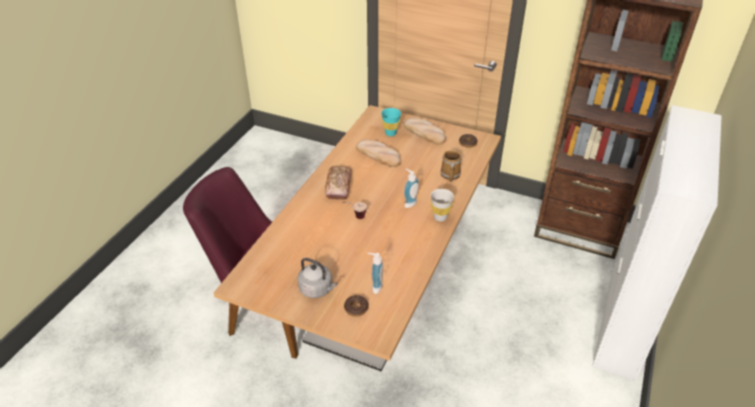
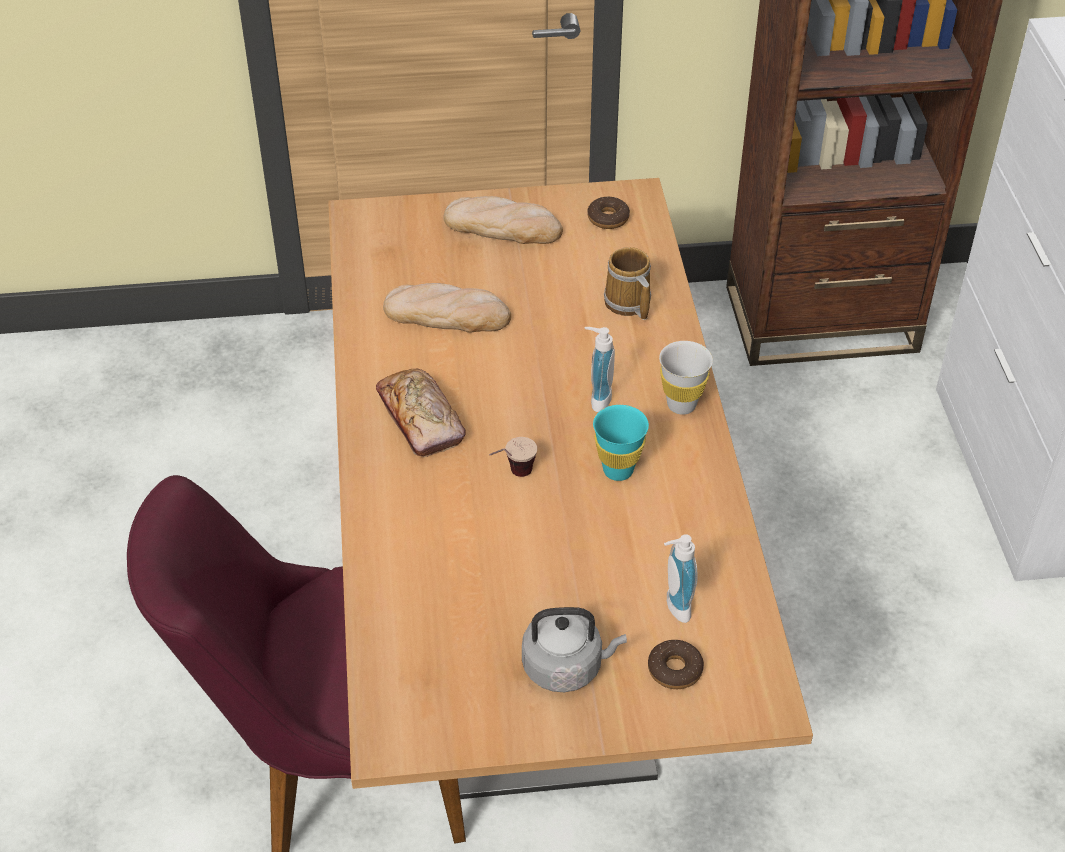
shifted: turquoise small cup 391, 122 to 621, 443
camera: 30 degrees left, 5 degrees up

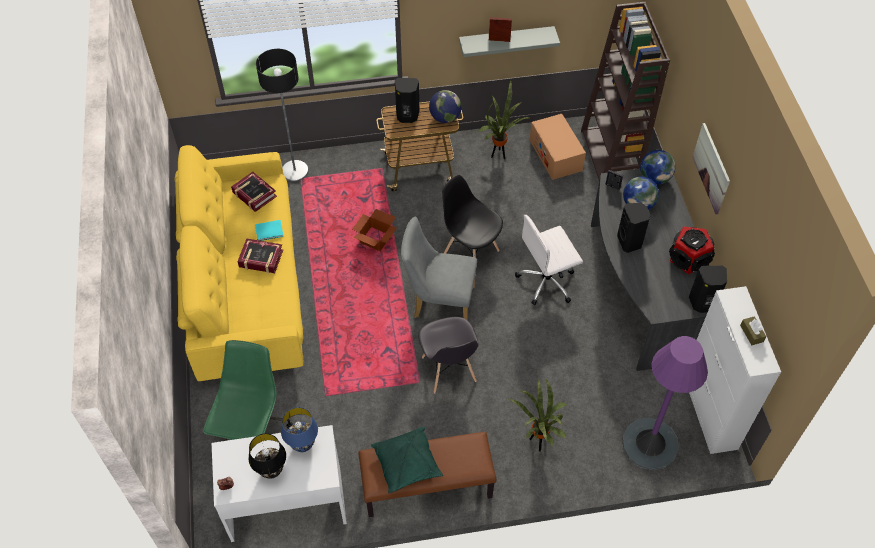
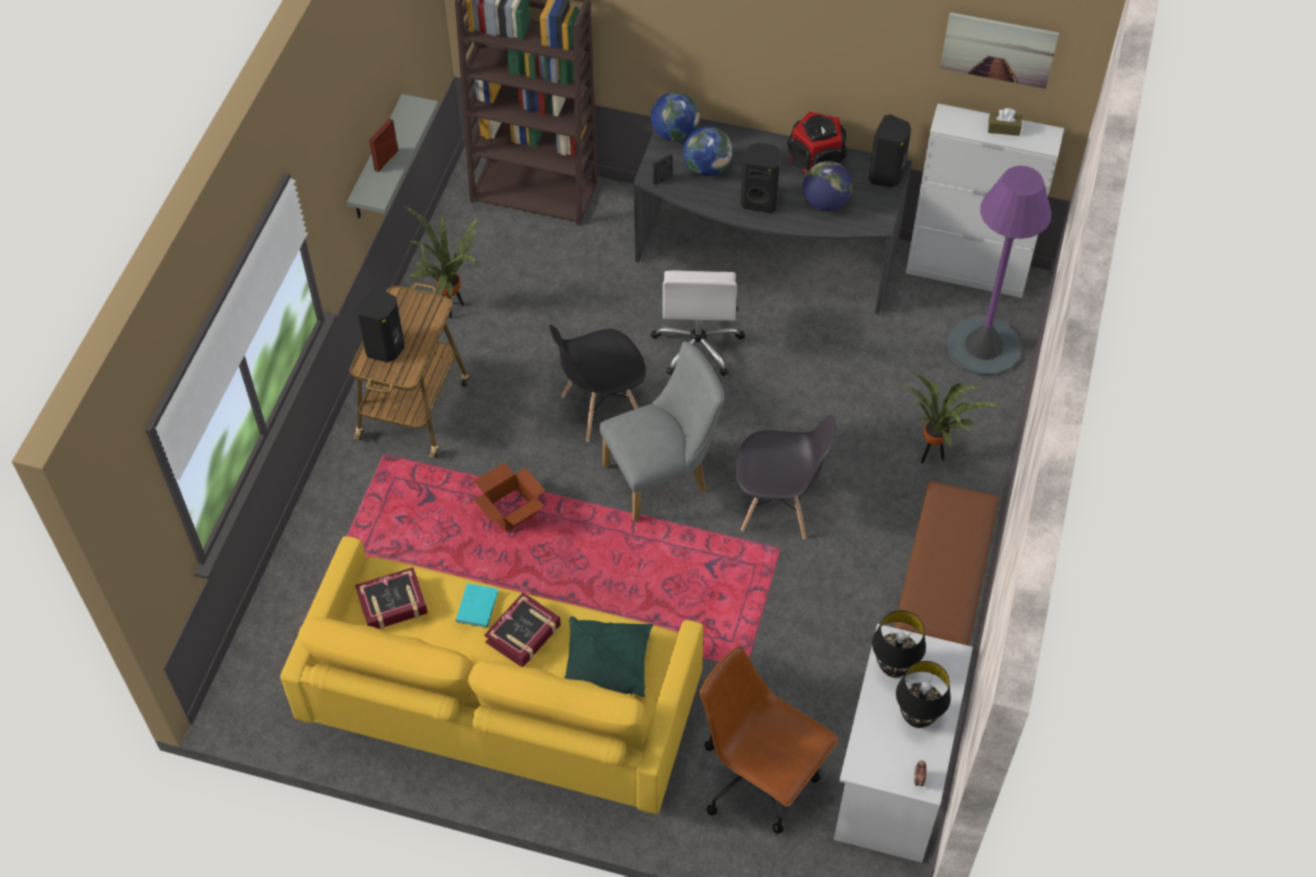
gone: standing lamp 282, 115; carton 558, 147
shifted: greenish throw pillow 407, 460 to 608, 656; globe 445, 106 to 827, 186; picture 711, 168 to 999, 50
repainted: greenish office chair 248, 390 to brown-coloured office chair 769, 740; blue-coloured table lamp 299, 429 to black table lamp 899, 643
rotated: grey plain chair 439, 268 = 661, 431 150 degrees counterclockwise
camera: 65 degrees left, 0 degrees up

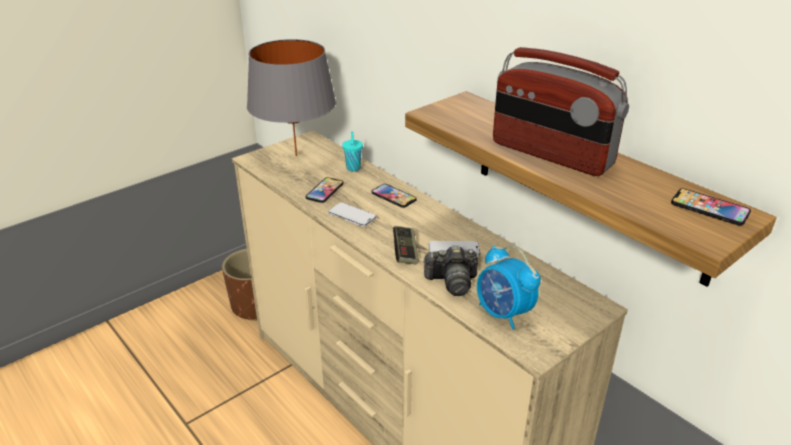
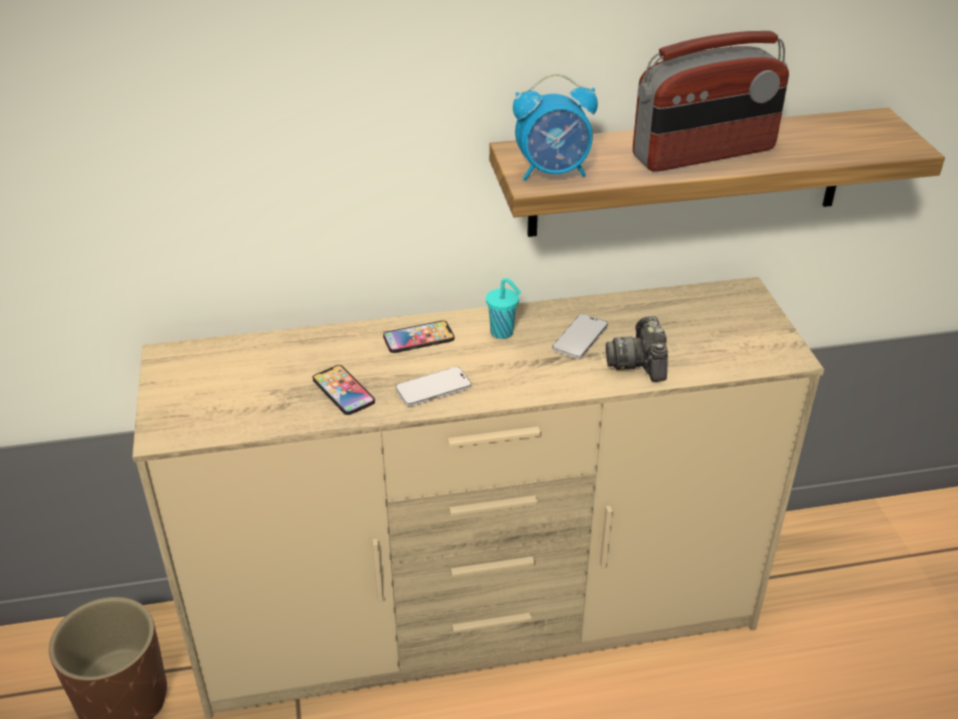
gone: grey table lamp 291, 97; gamepad 406, 245; phone 711, 207
shifted: turquoise small cup 352, 151 to 503, 308; bedside clock 509, 288 to 555, 127
rotated: photo camera 450, 270 = 637, 349 150 degrees clockwise
camera: 60 degrees left, 5 degrees up

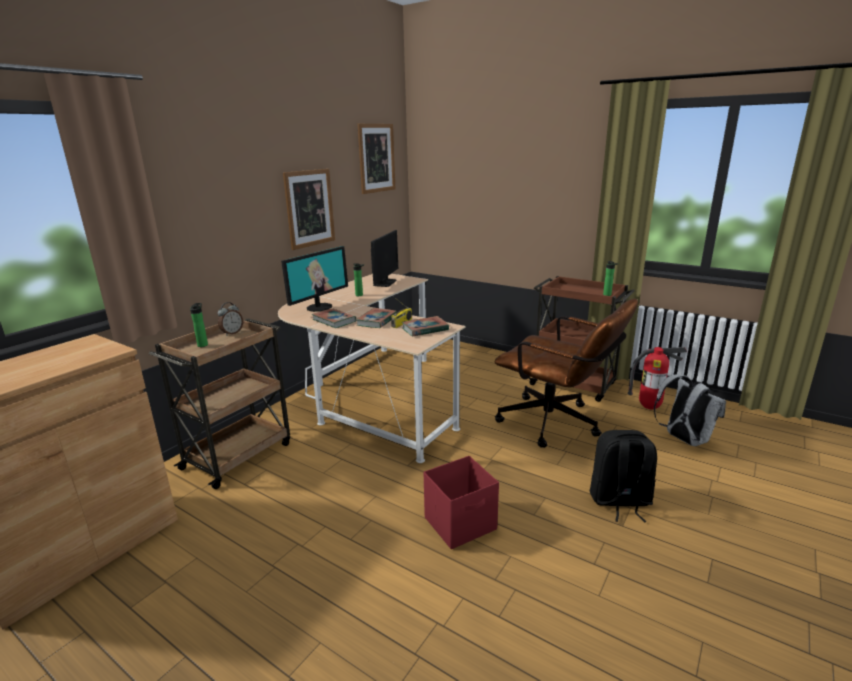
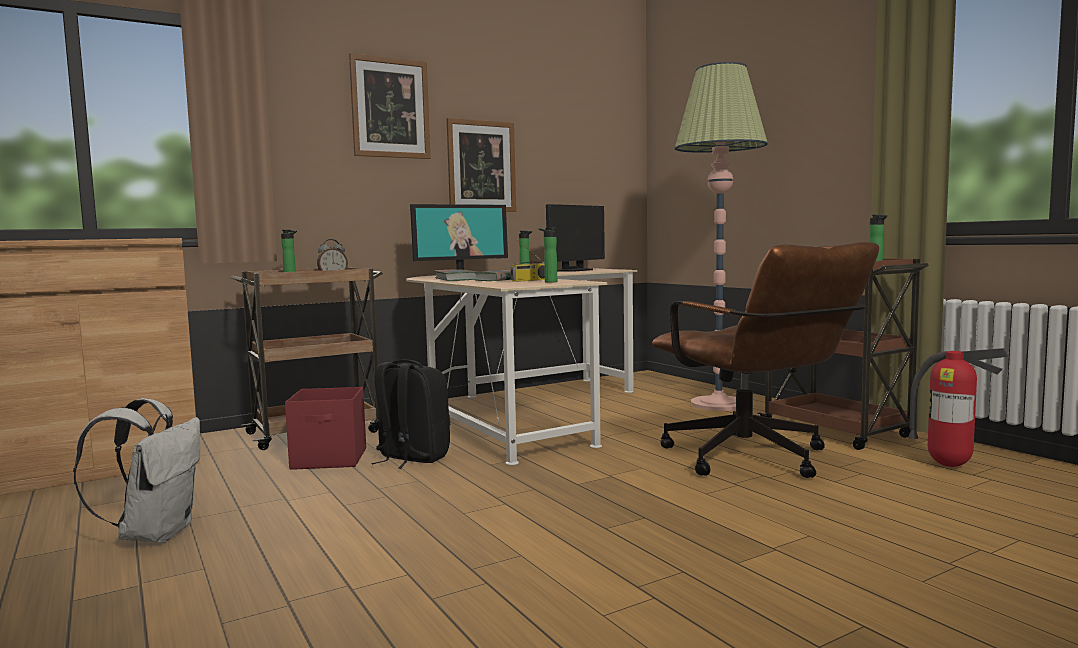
new: standing lamp 721, 236
shifted: white knapsack 690, 410 to 136, 470; red-coloured storage box 461, 502 to 325, 428; picture 376, 159 to 390, 106; black knapsack 623, 476 to 410, 414
swapped: book 425, 326 to beverage bottle 548, 255
camera: 25 degrees right, 15 degrees down

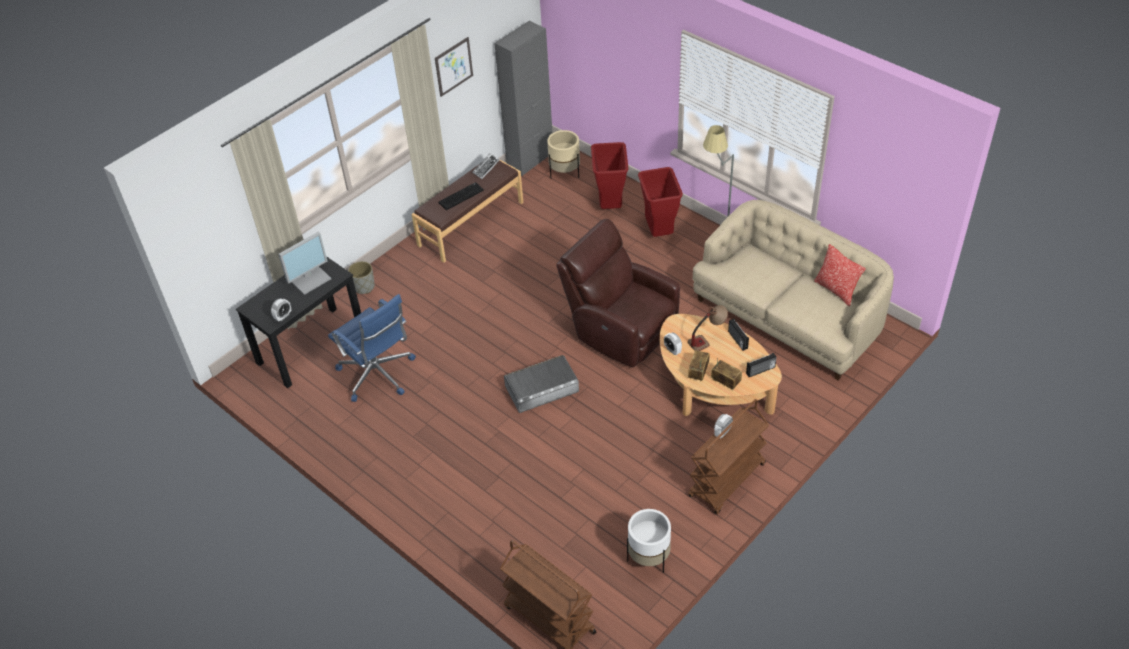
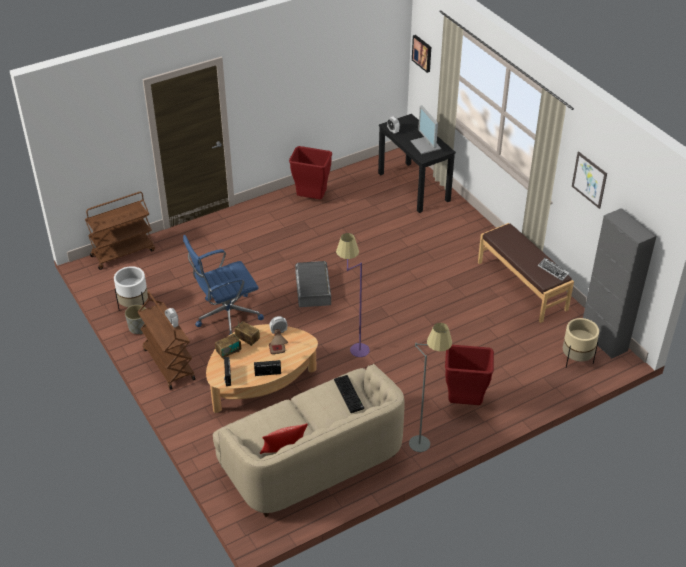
new: picture 421, 54
shifted: grey flower pot 361, 277 to 135, 319; blue-coloured office chair 372, 348 to 223, 285; red-coloured rubbish bin 610, 175 to 310, 172; computer keyboard 461, 196 to 349, 394
swapped: brown-coloured easy chair 618, 293 to purplish standing lamp 353, 295
camera: 105 degrees right, 5 degrees down

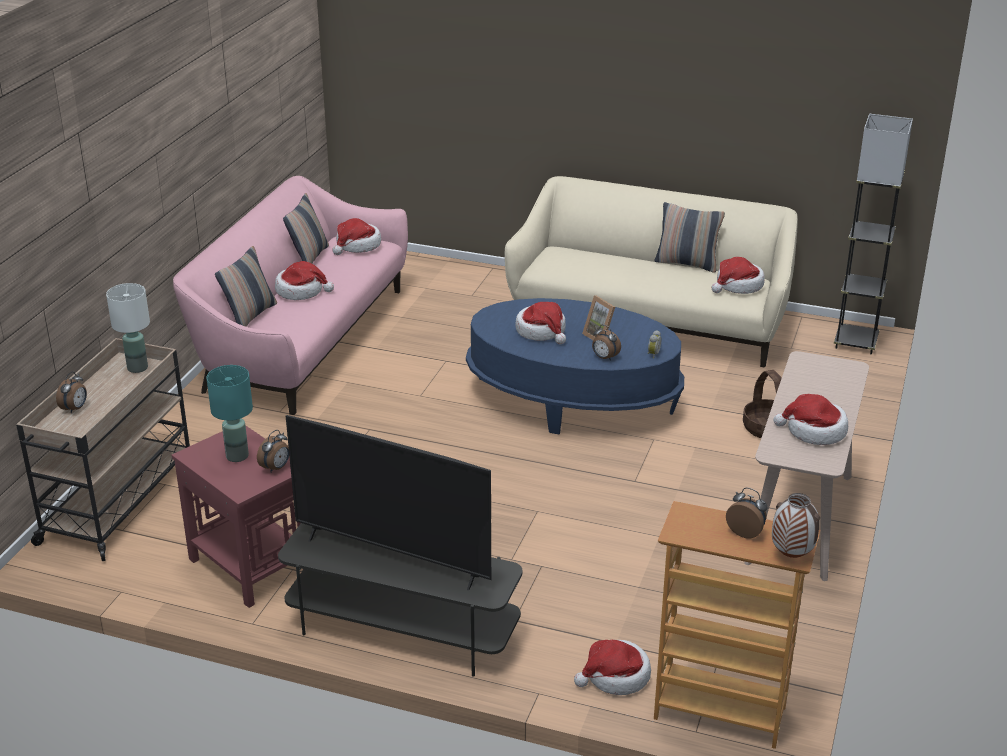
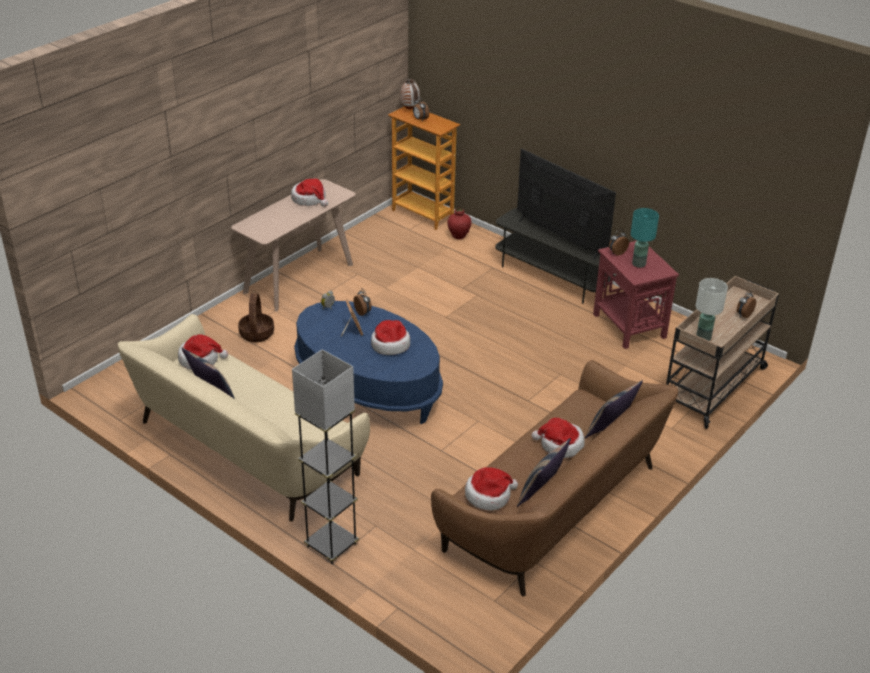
shifted: grey standing lamp 873, 234 to 325, 456
swapped: clothing hat 612, 667 to red-coloured vase 459, 223
repainted: pinkish couch 290, 295 to brown-coloured couch 554, 478
camera: 160 degrees left, 5 degrees up

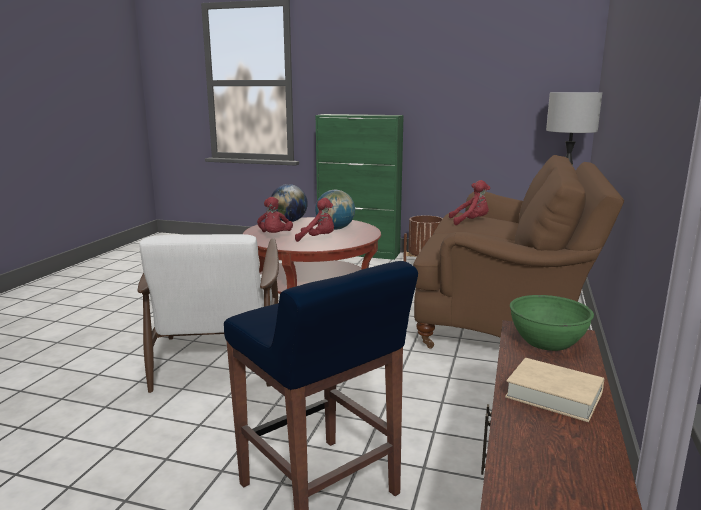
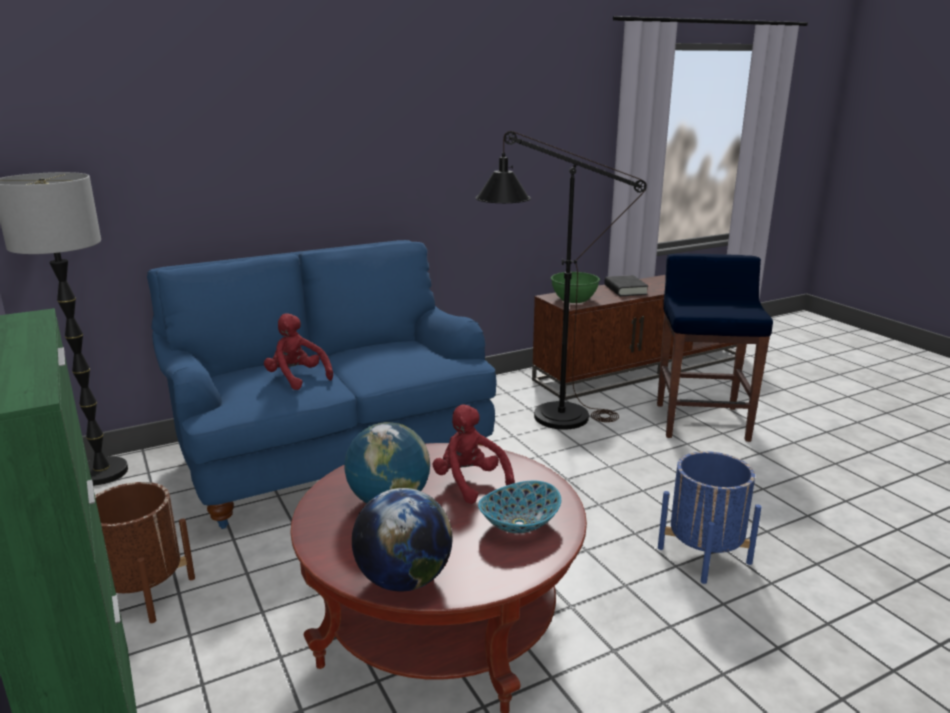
new: black standing lamp 561, 280
swapped: red-coloured cuddly toy 275, 215 to serving bowl 519, 507; white easy chair 208, 313 to blue-coloured flower pot 710, 517
repainted: brown-coloured couch 518, 252 to blue-coloured couch 322, 384; beige-coloured book 554, 390 to black book 626, 285
camera: 135 degrees left, 5 degrees up

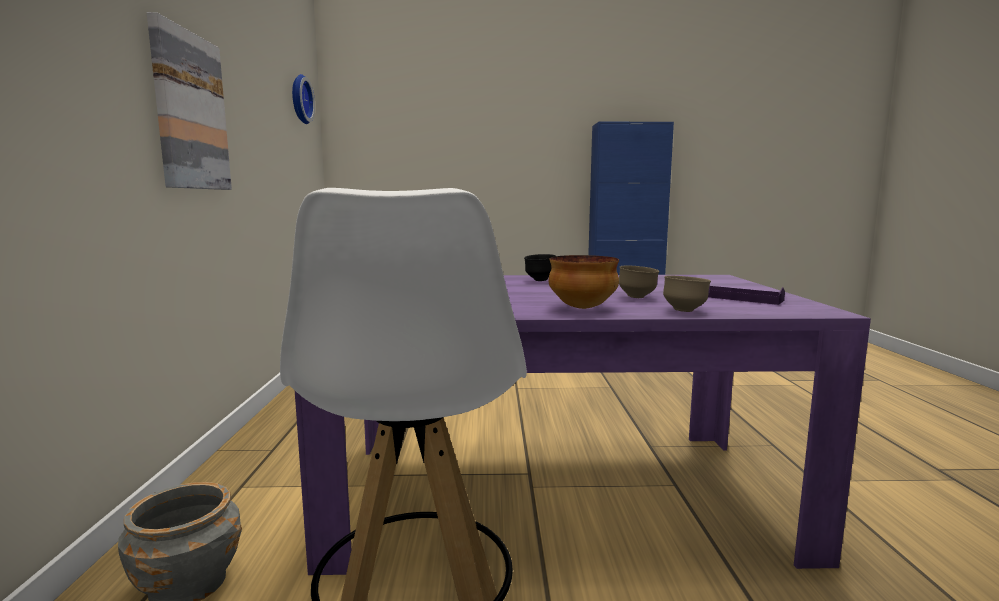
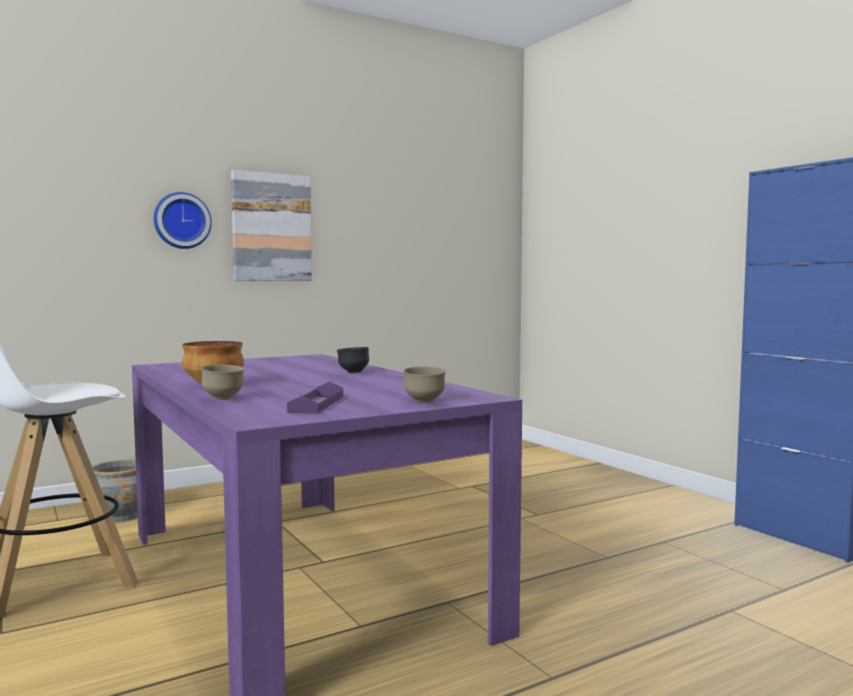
shifted: wall clock 303, 99 to 183, 220; brown-coloured serving bowl 639, 281 to 424, 384
camera: 60 degrees right, 5 degrees down

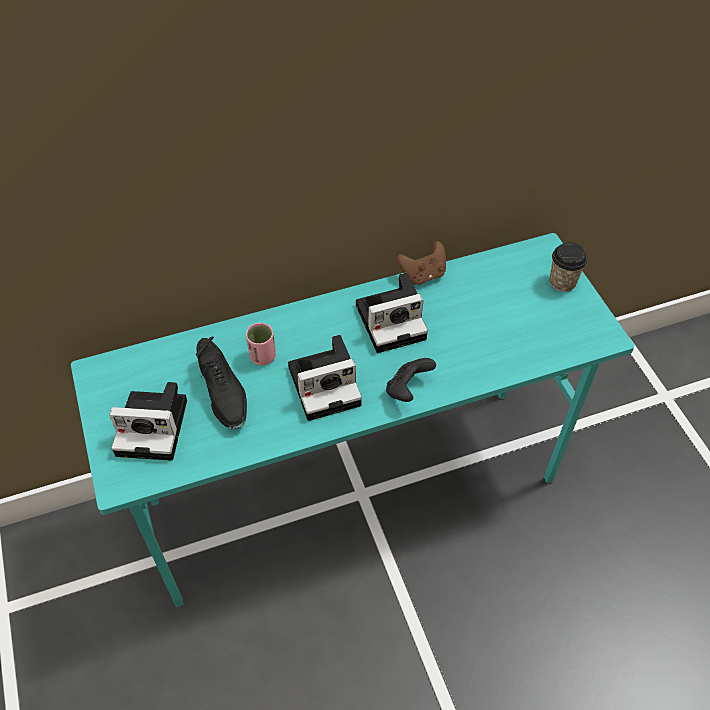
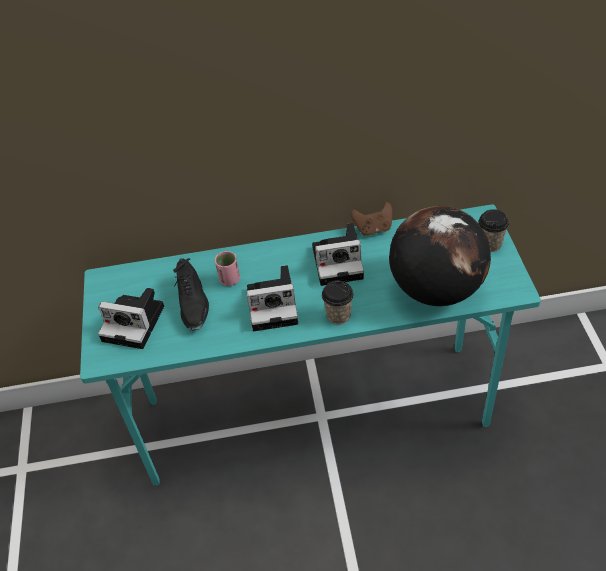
new: globe 440, 256
swapped: black gamepad 411, 380 to small cup 338, 302
camera: 15 degrees right, 5 degrees down

